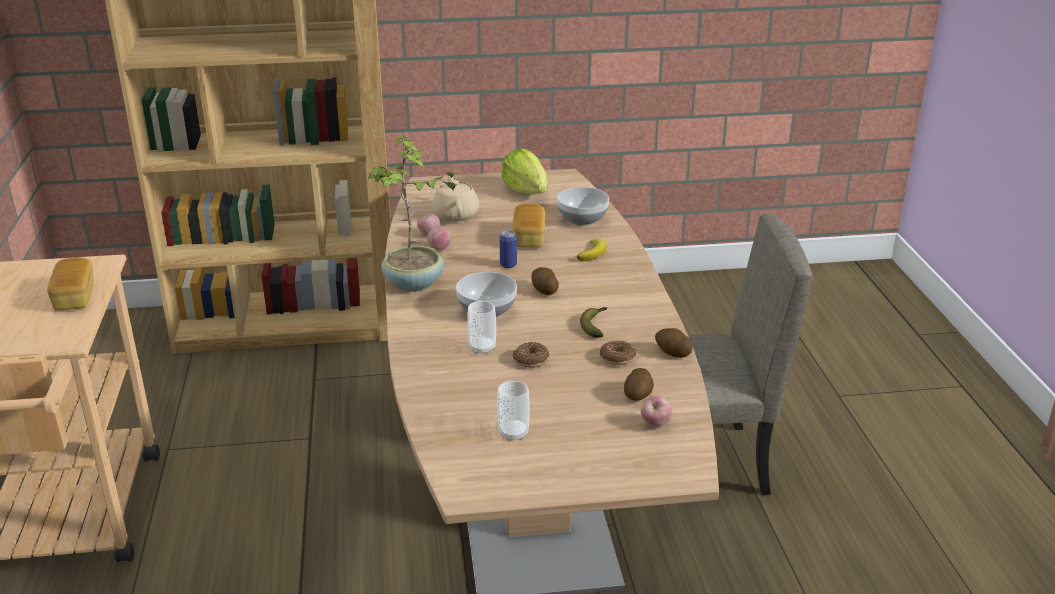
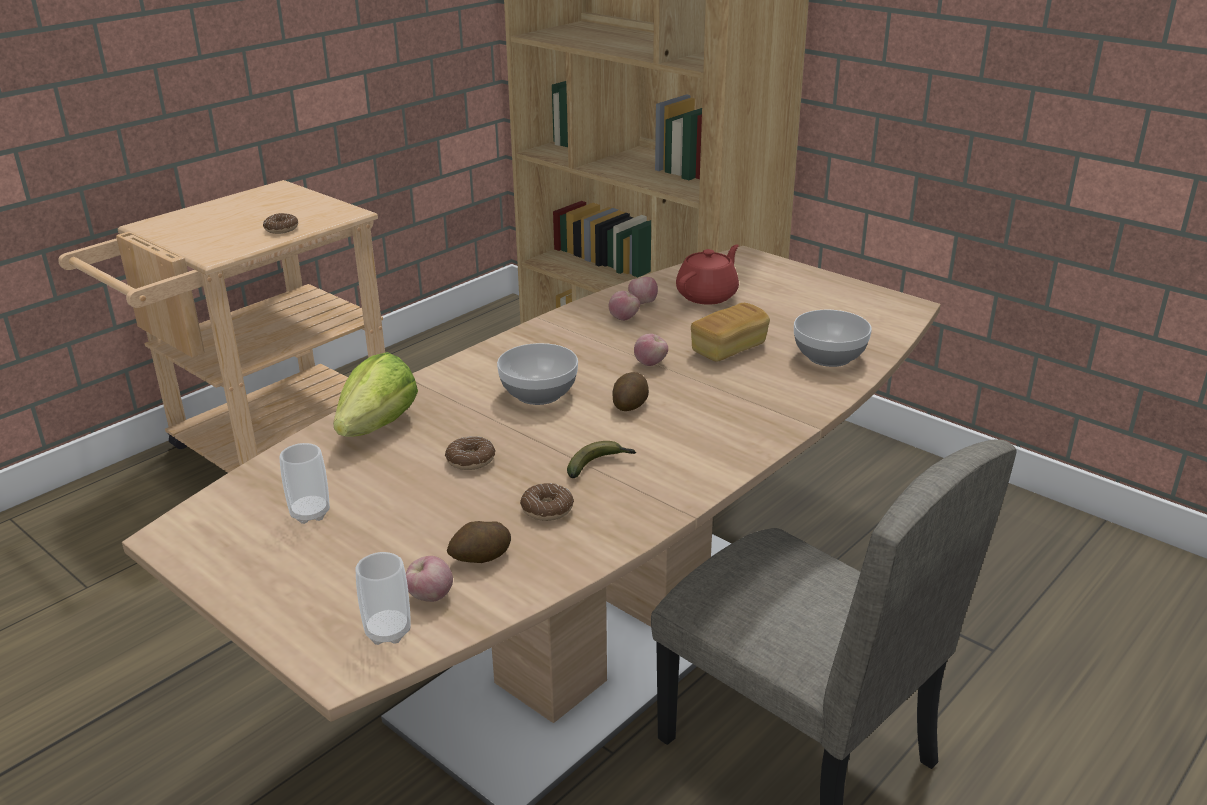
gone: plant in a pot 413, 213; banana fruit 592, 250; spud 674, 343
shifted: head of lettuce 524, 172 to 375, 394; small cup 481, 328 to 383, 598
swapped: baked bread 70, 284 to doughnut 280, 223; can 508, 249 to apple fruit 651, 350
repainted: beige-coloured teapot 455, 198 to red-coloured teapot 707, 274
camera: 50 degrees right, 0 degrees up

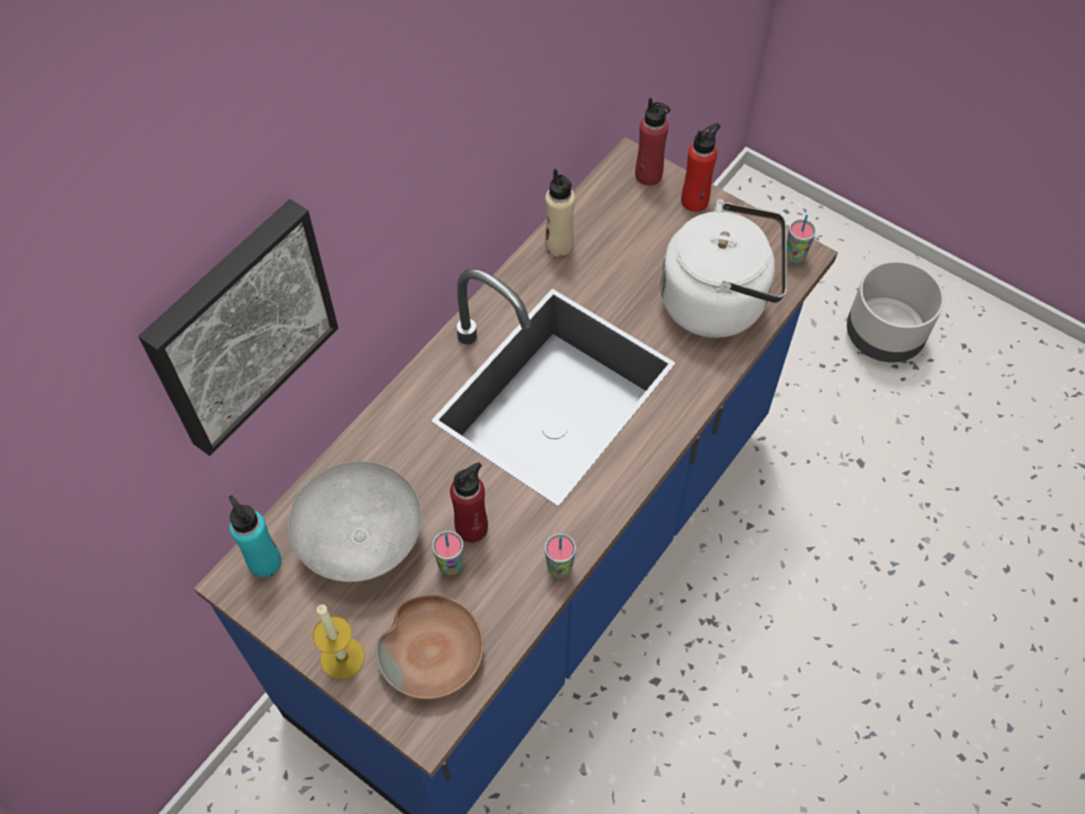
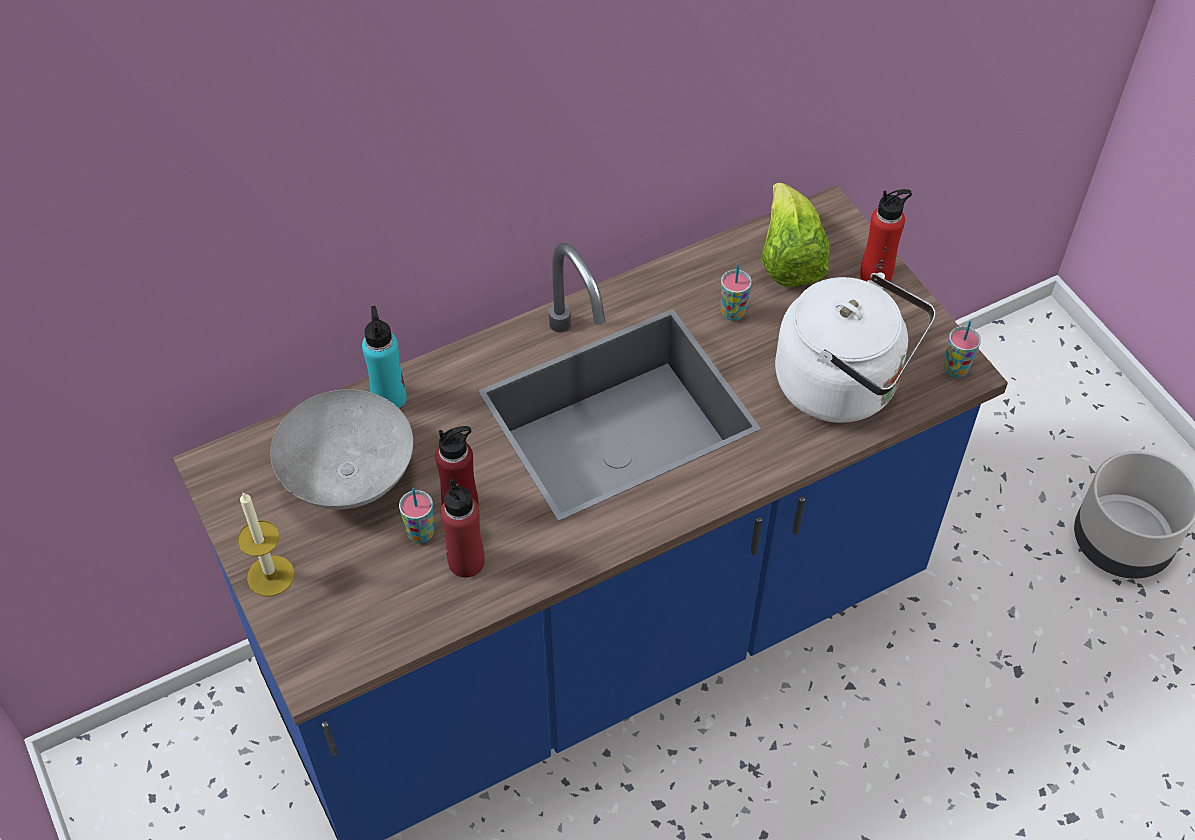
gone: picture 238, 327; brown-coloured serving bowl 429, 647; beige-coloured beverage bottle 560, 212
new: head of lettuce 795, 235
shifted: turquoise beverage bottle 255, 536 to 384, 357; red-coloured beverage bottle 652, 142 to 463, 528; small cup 560, 556 to 736, 292
camera: 25 degrees right, 5 degrees down

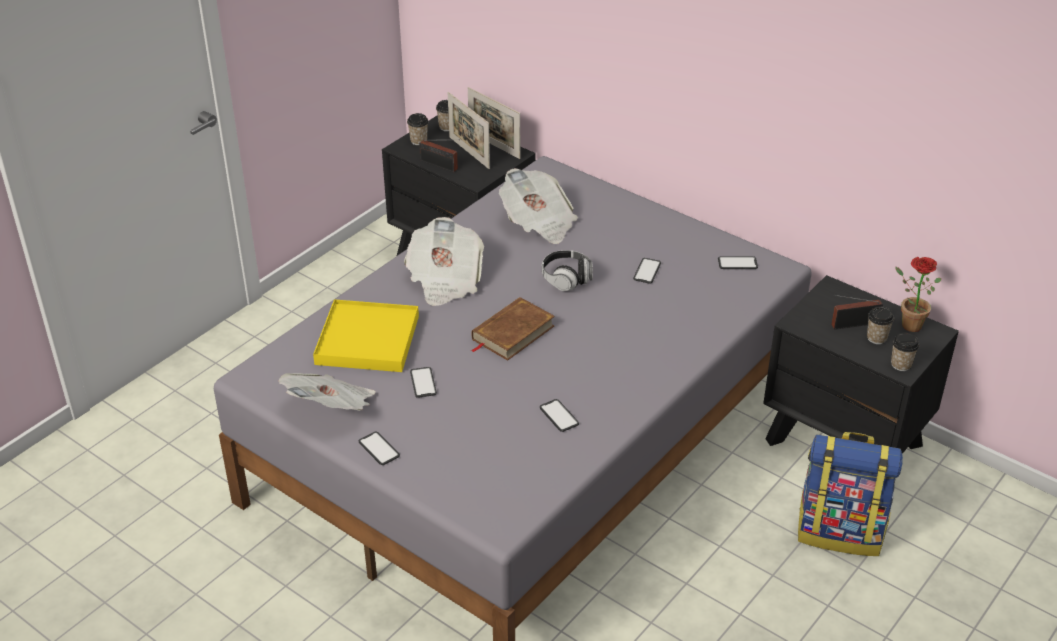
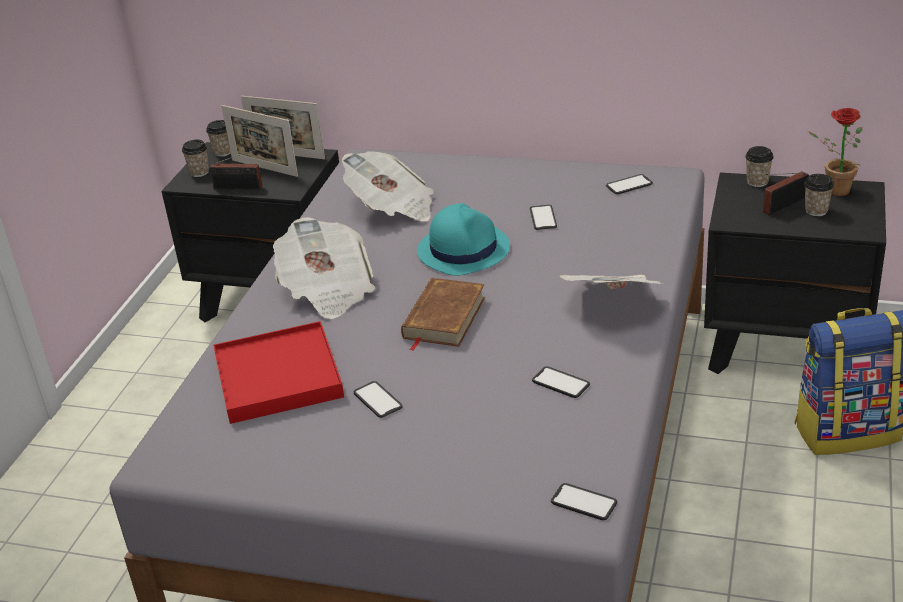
shifted: phone 379, 448 to 584, 501; daily paper 327, 392 to 611, 282; small cup 905, 352 to 759, 166
swapped: pair of headphones 567, 270 to turquoise clothing hat 463, 239
repainted: yellow-coloured carrying tray 366, 335 to red-coloured carrying tray 278, 372
camera: 20 degrees left, 5 degrees down

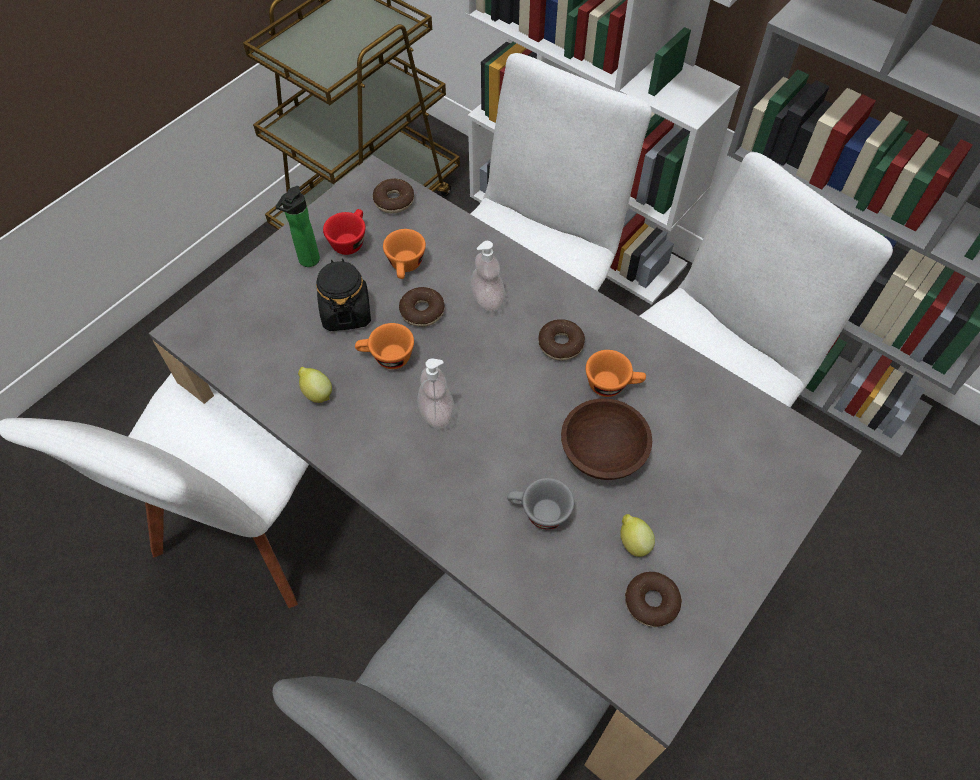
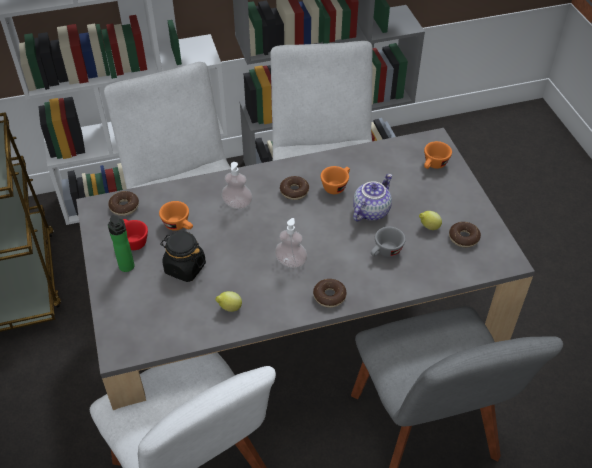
shifted: doughnut 422, 307 to 330, 293; orange small cup 384, 346 to 438, 155
swapped: brown-coloured serving bowl 606, 439 to teapot 372, 198
camera: 55 degrees left, 10 degrees down

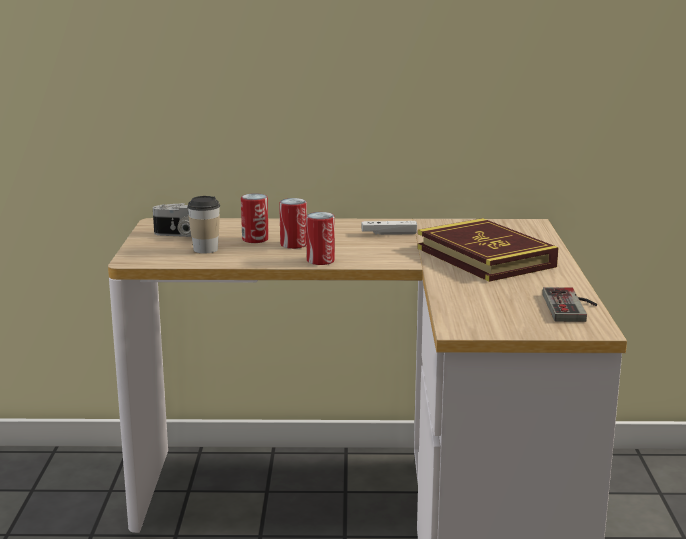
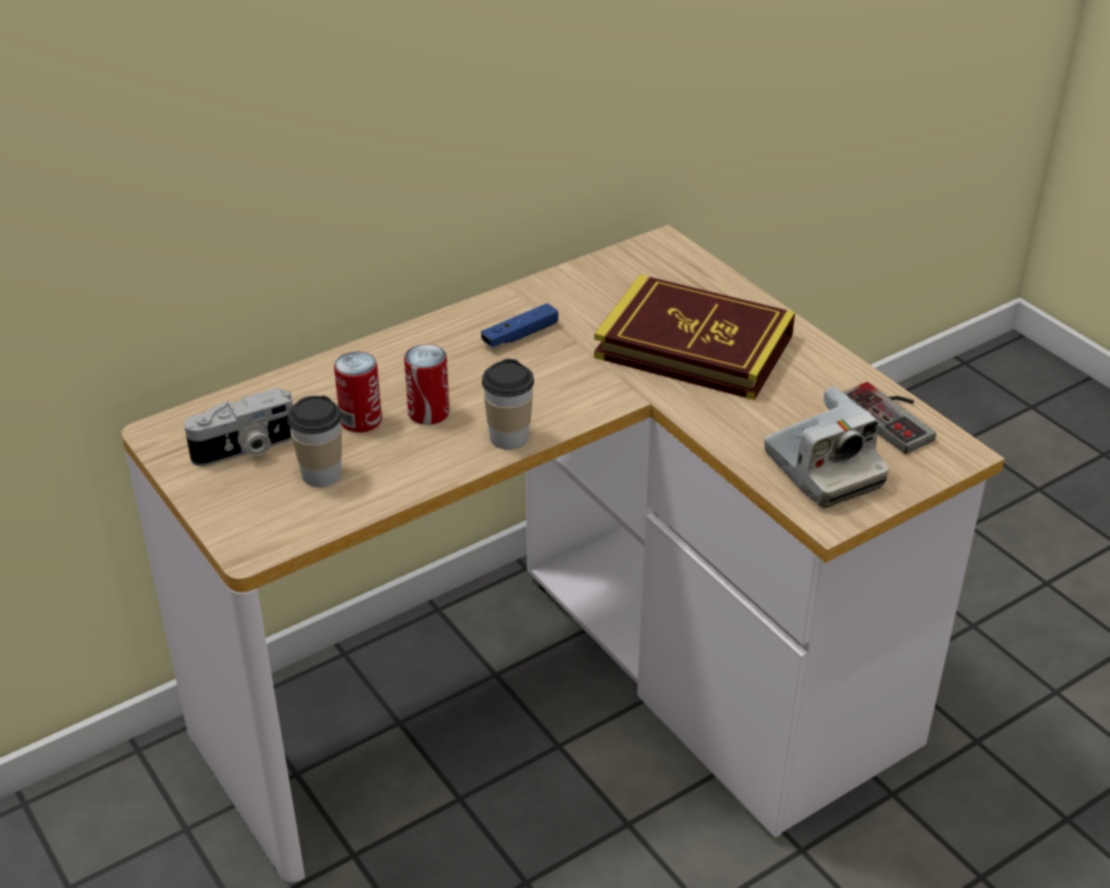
new: photo camera 826, 447
swapped: can 320, 238 to small cup 508, 404
repainted: white gamepad 389, 228 to blue-coloured gamepad 519, 325
camera: 35 degrees left, 20 degrees up

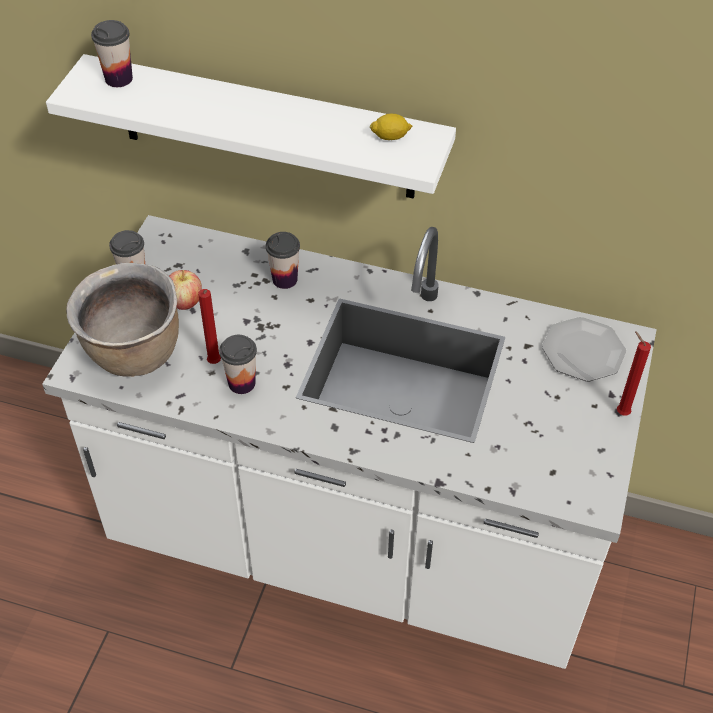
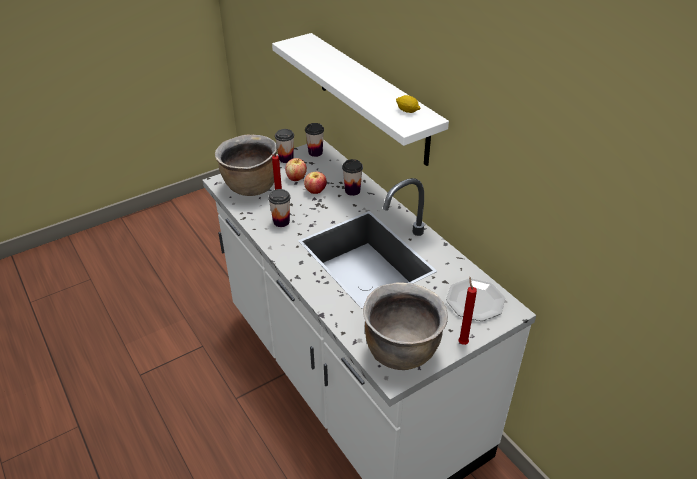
new: apple fruit 315, 183; brown-coloured cooking pot 405, 326
shifted: small cup 112, 53 to 314, 140
camera: 40 degrees right, 10 degrees down

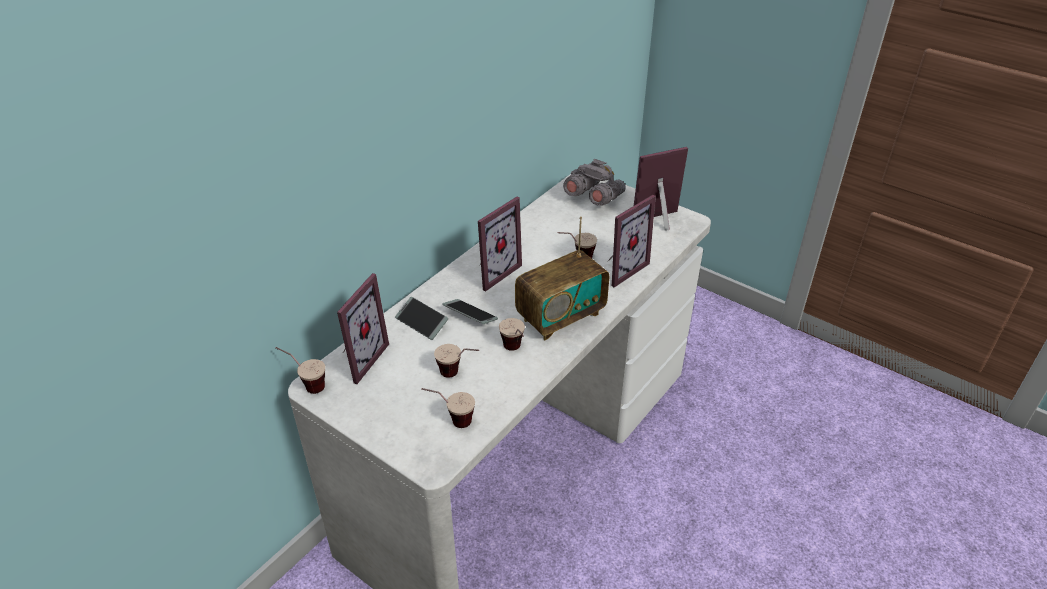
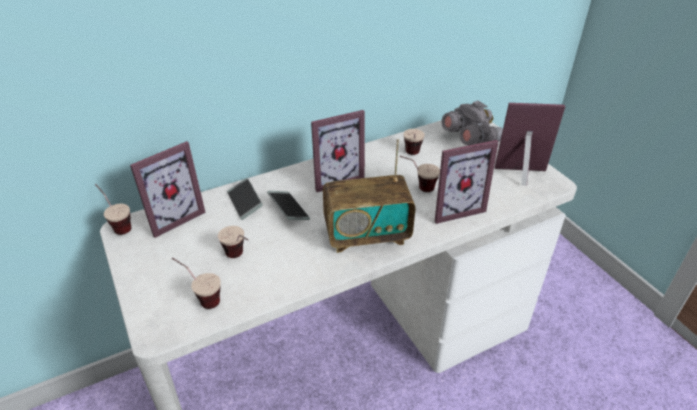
shifted: small cup 512, 334 to 414, 142
camera: 25 degrees right, 0 degrees up

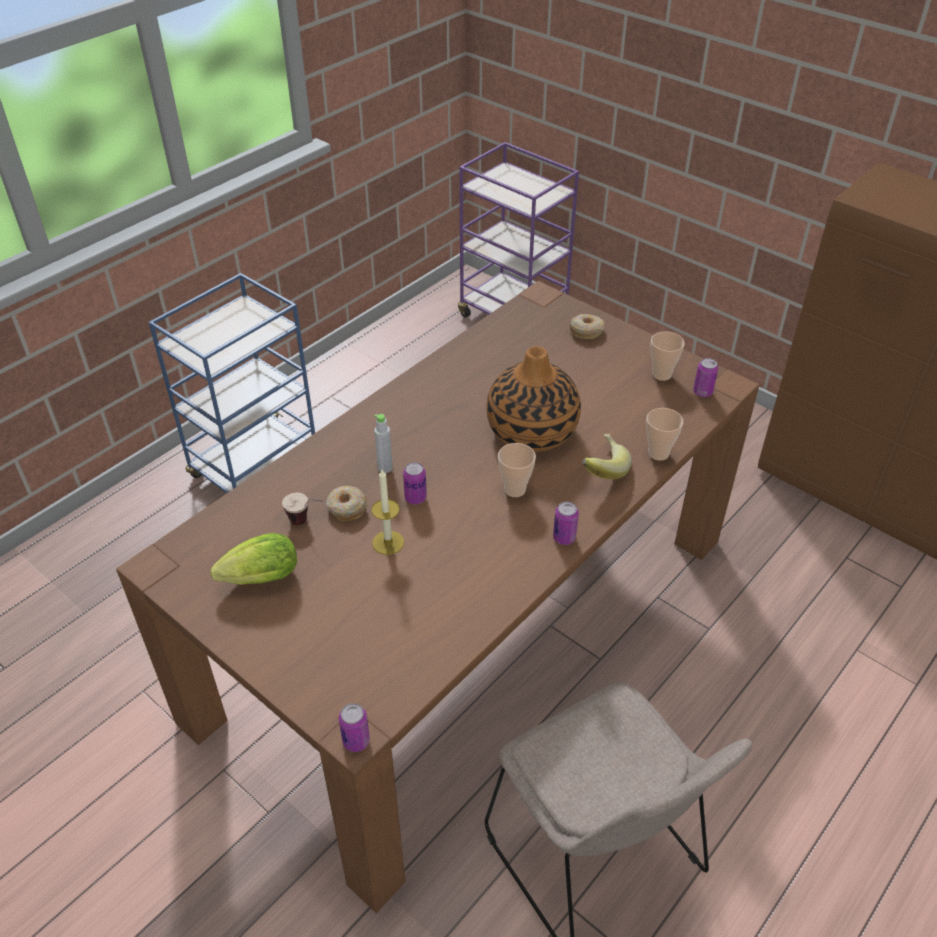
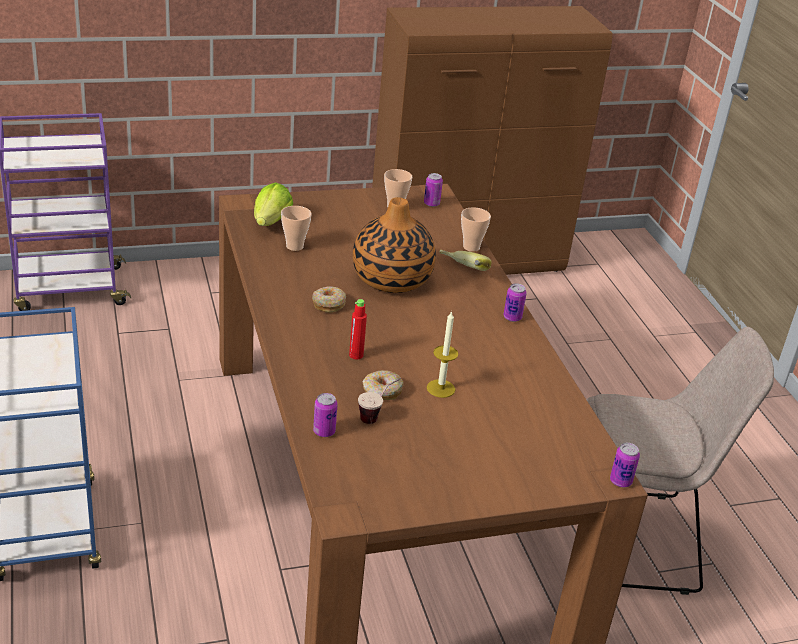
shifted: head of lettuce 253, 559 to 273, 204; small cup 517, 470 to 296, 228; doughnut 587, 326 to 329, 299; can 415, 483 to 325, 415
repainted: grey beverage bottle 383, 443 to red-coloured beverage bottle 358, 329
camera: 60 degrees left, 10 degrees down

